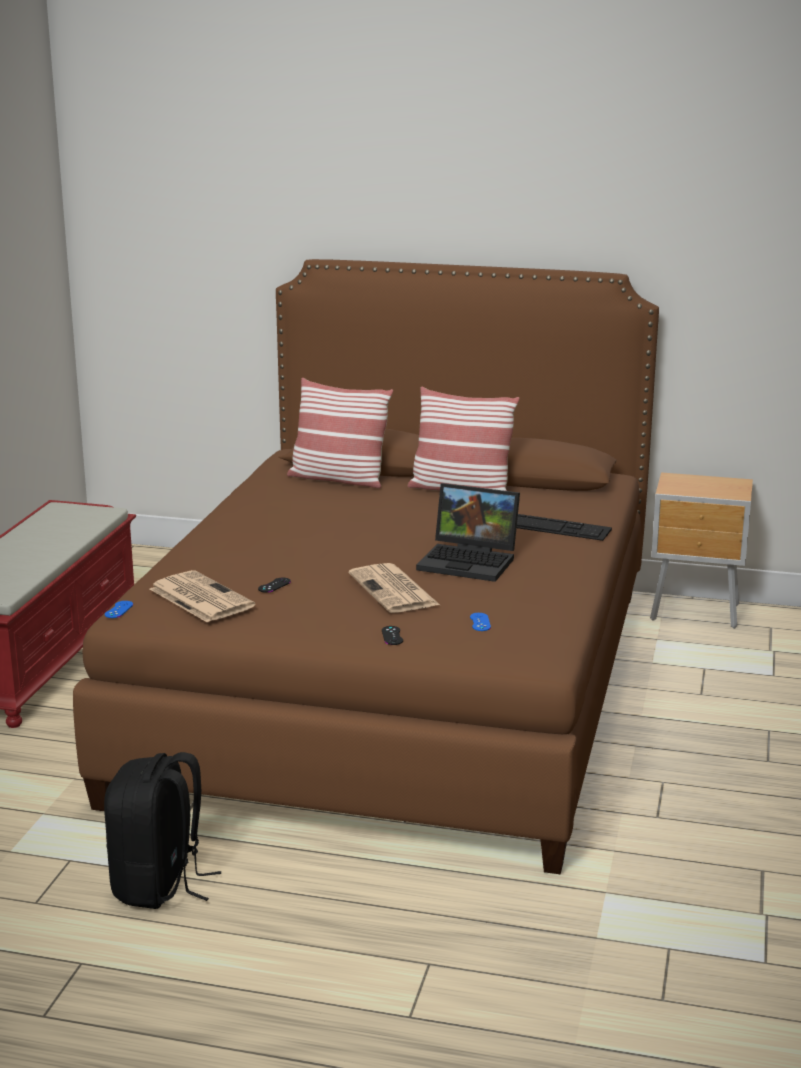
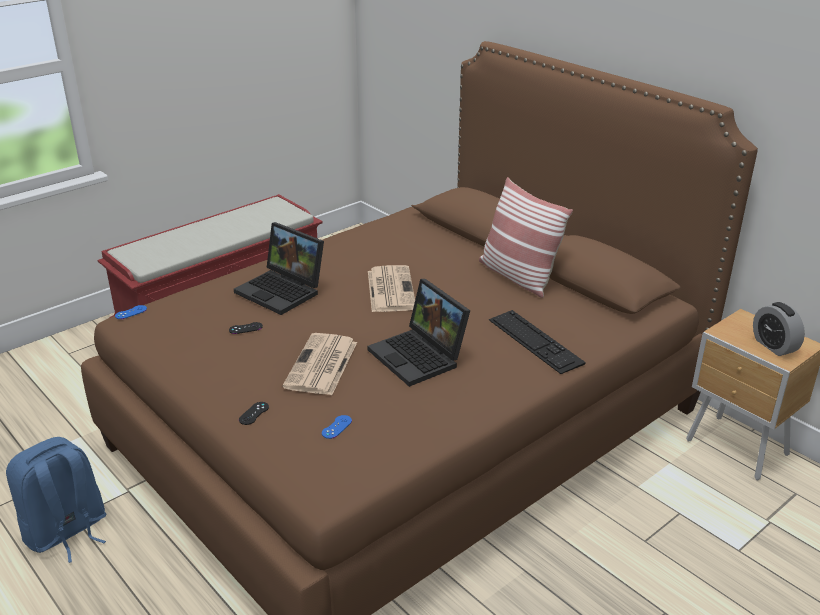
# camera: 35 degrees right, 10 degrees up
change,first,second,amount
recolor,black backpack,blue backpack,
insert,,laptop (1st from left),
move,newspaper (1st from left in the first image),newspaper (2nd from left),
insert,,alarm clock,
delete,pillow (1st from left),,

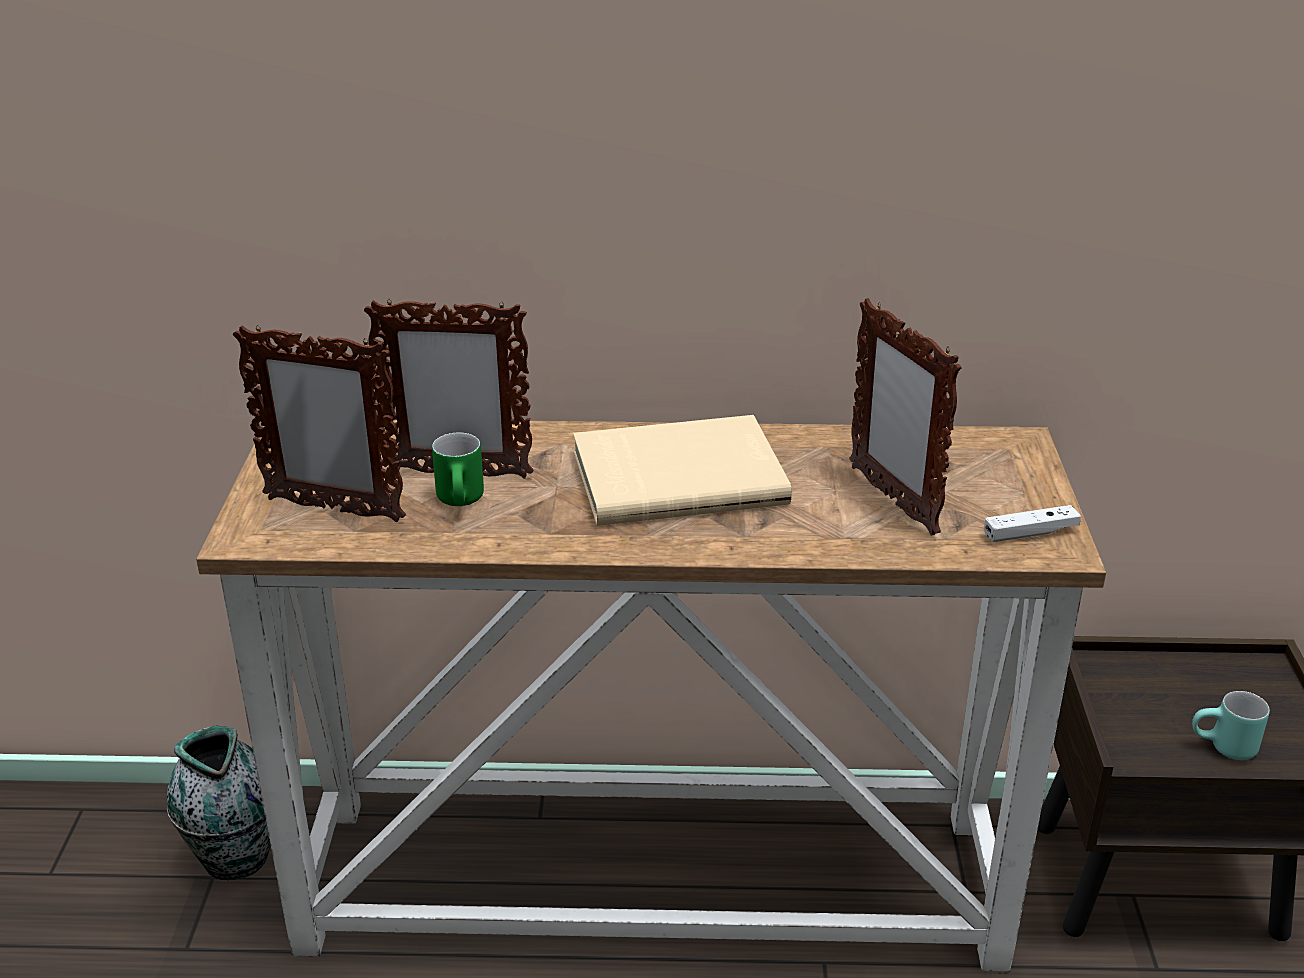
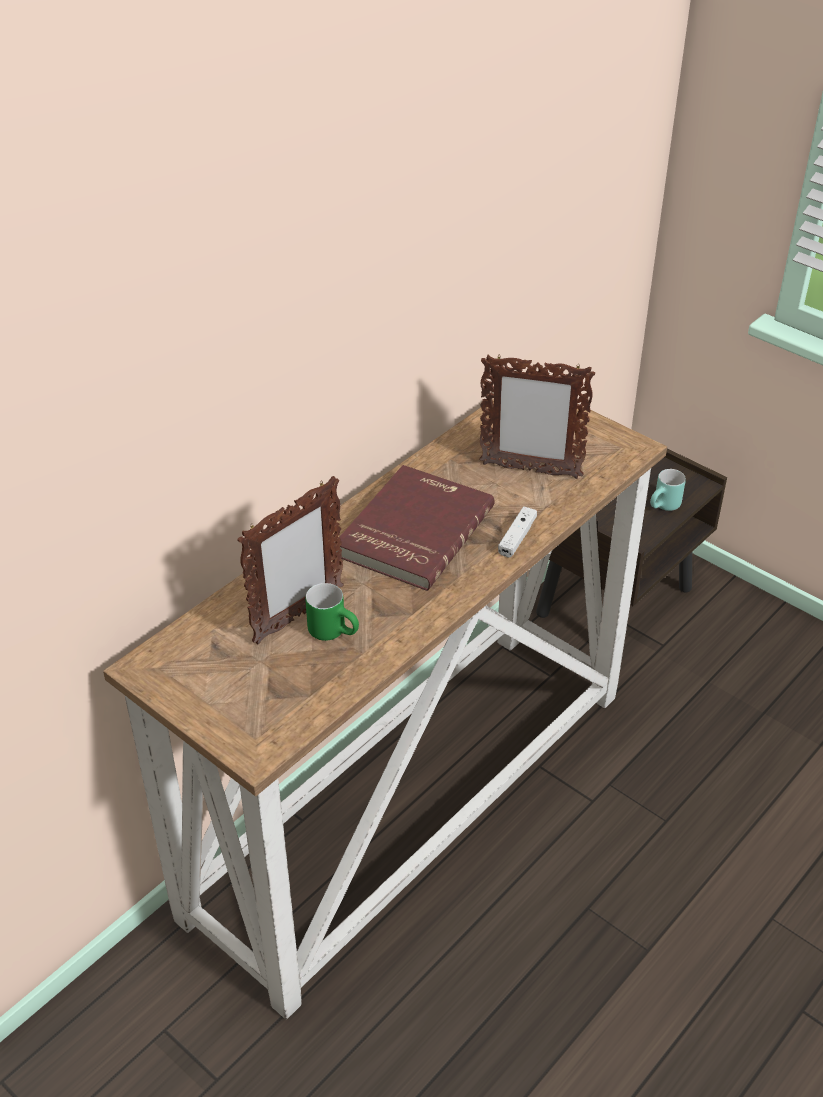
# camera: 50 degrees left, 10 degrees up
change,first,second,amount
recolor,beige book,red book,
move,white game controller,,
delete,vase,,
delete,picture frame (1st from left),,

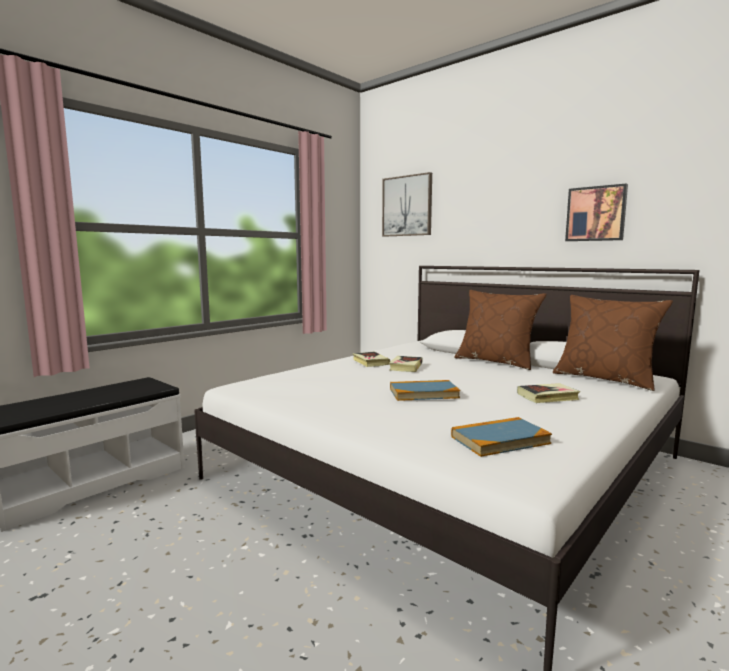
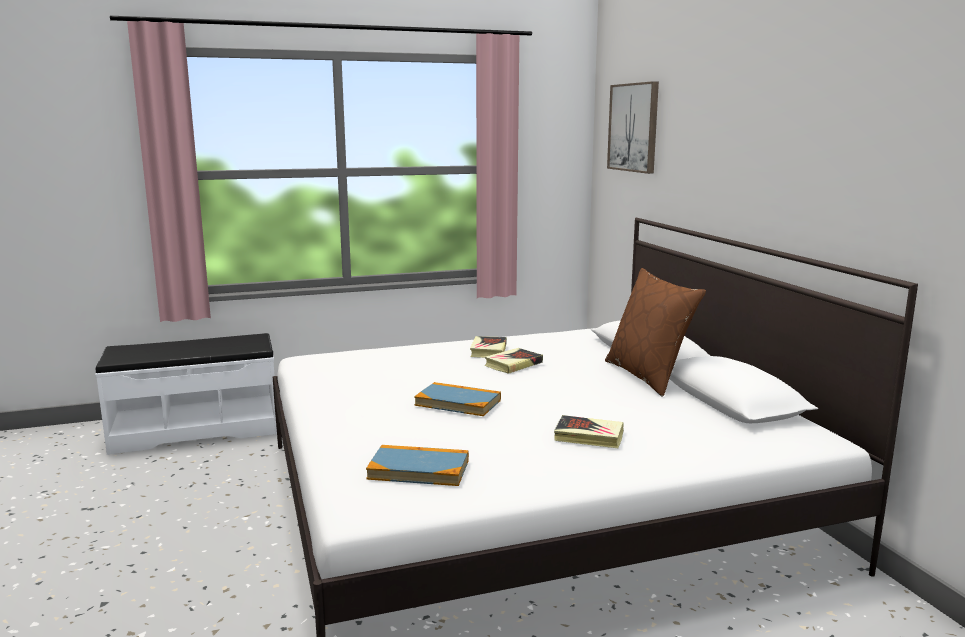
# camera: 30 degrees right, 5 degrees up
change,first,second,amount
delete,brown pillow (2nd from left),,
delete,picture (2nd from left),,

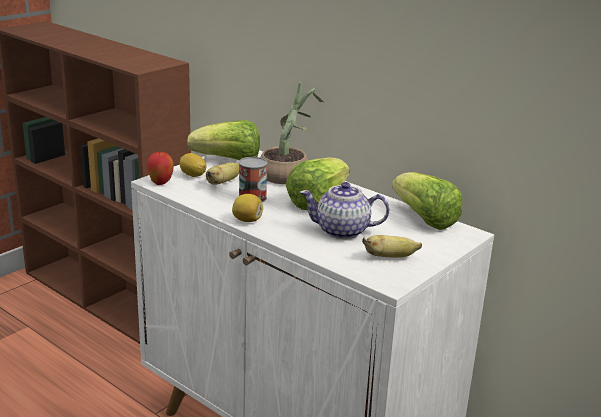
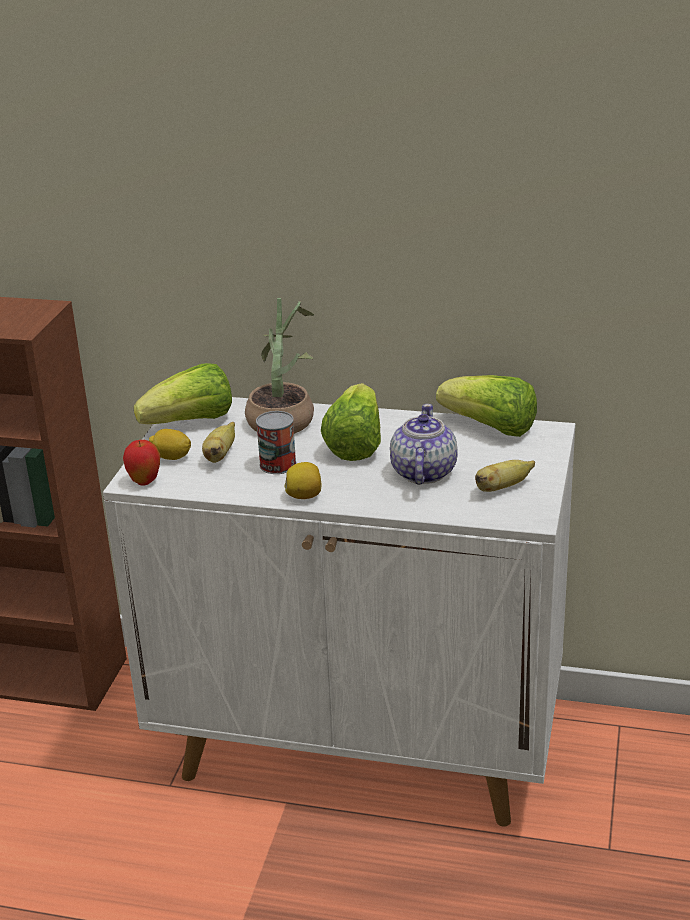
# camera: 25 degrees left, 5 degrees up
change,first,second,amount
rotate,teapot,,120 degrees clockwise

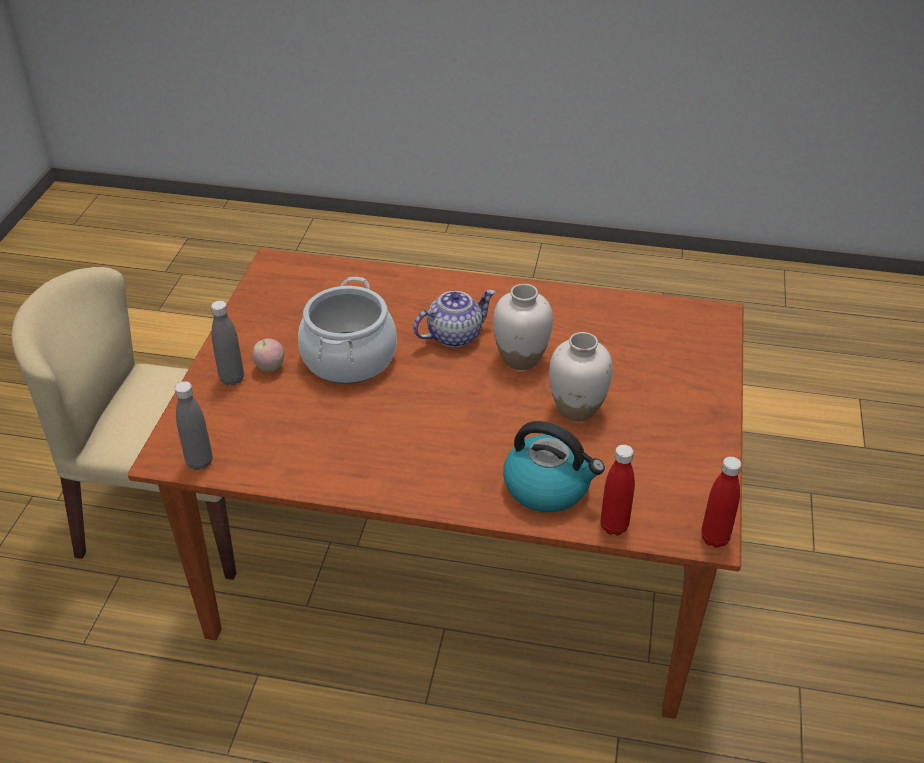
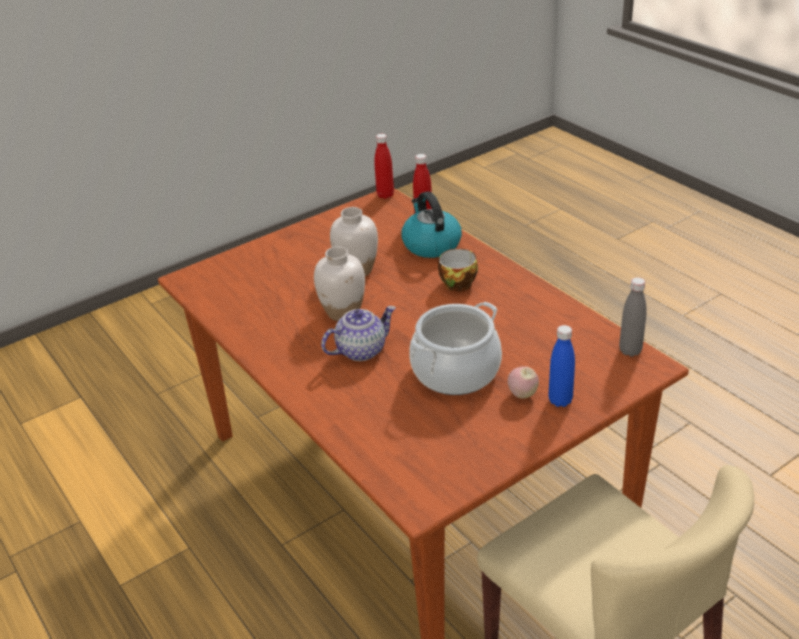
# camera: 135 degrees left, 5 degrees down
change,first,second,amount
rotate,teapot,,135 degrees clockwise
insert,,cup,
recolor,grey bottle (2nd from left),blue bottle,

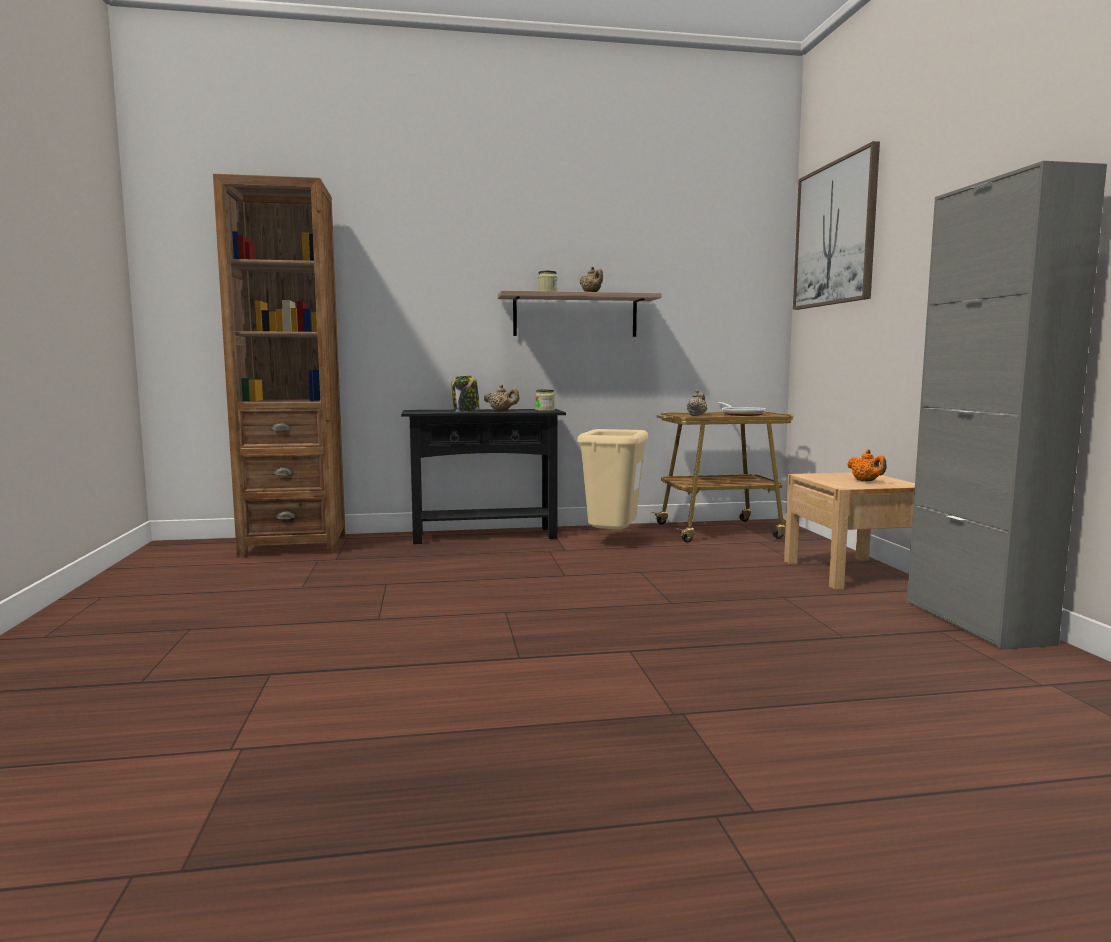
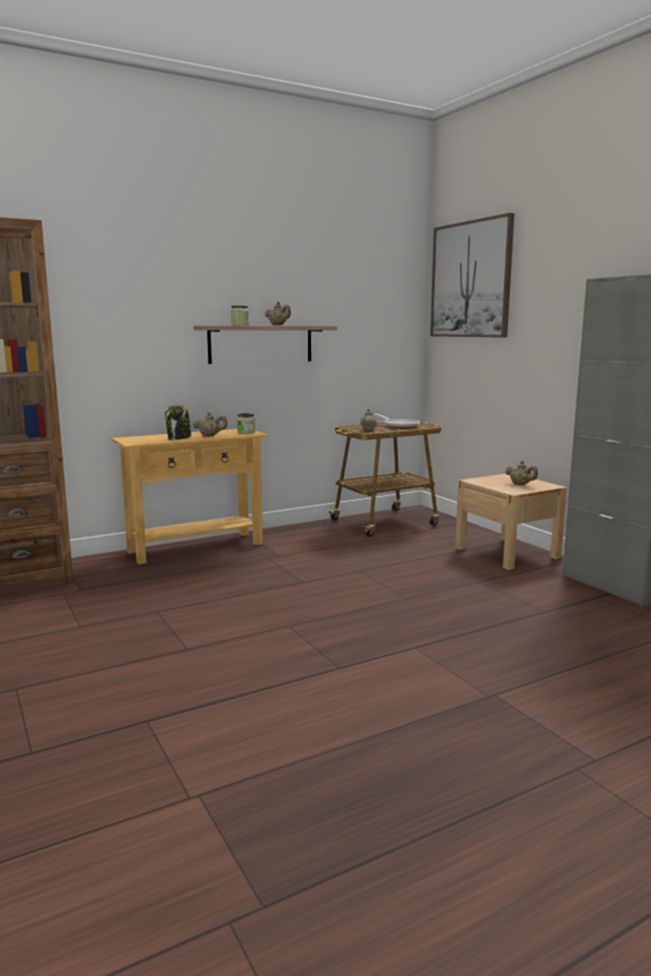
# camera: 20 degrees left, 5 degrees up
change,first,second,amount
recolor,black console table,beige console table,
recolor,orange teapot,beige teapot (4th from left),
delete,beige trash can,,

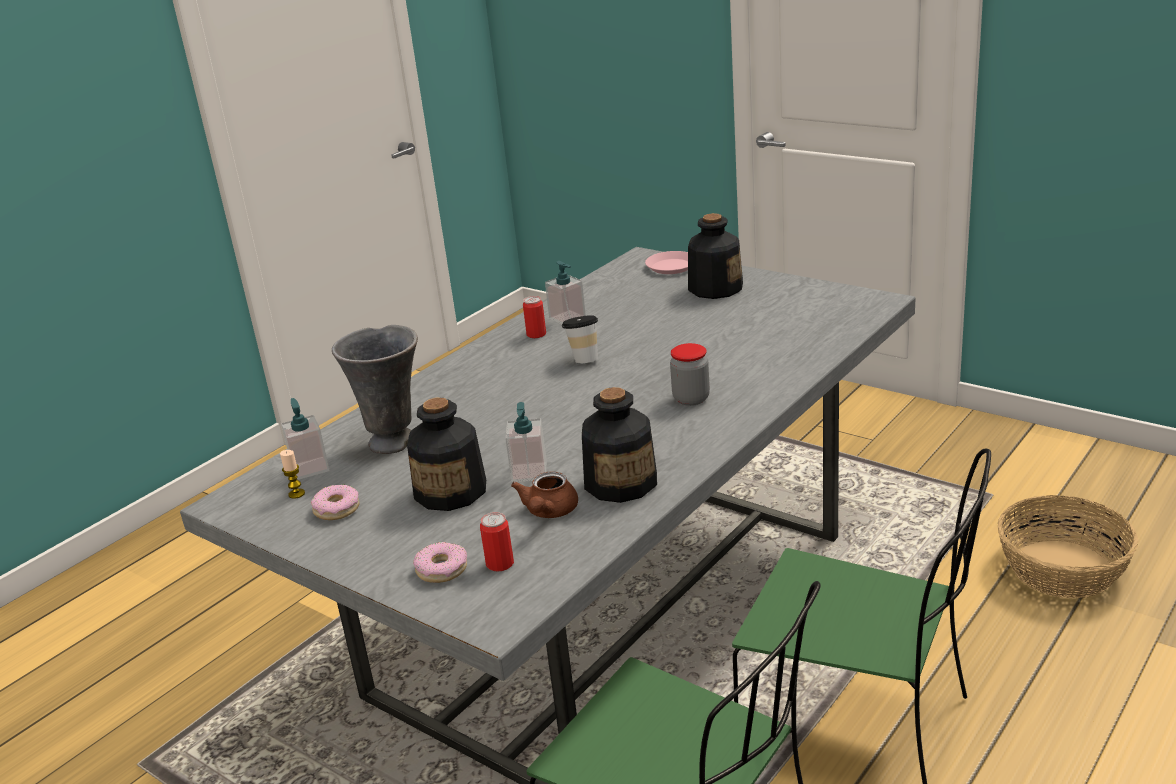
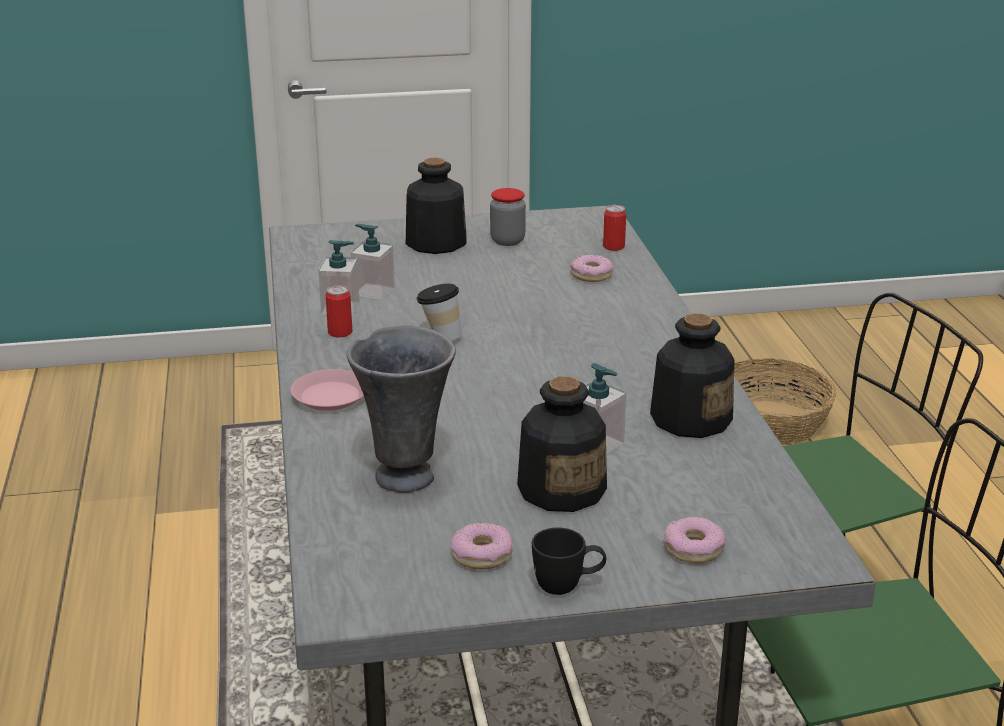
# camera: 50 degrees left, 0 degrees up
change,first,second,amount
move,pink plate,,
move,soap dispenser (1st from left in the first image),soap dispenser (2nd from left),
move,jar,,
insert,,black mug,
insert,,donut (2nd from left),
move,can (1st from left in the first image),can (2nd from left),
delete,candle,,
delete,brown teapot,,

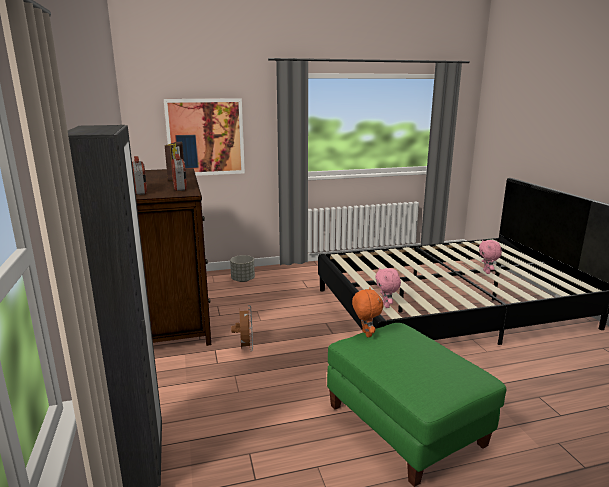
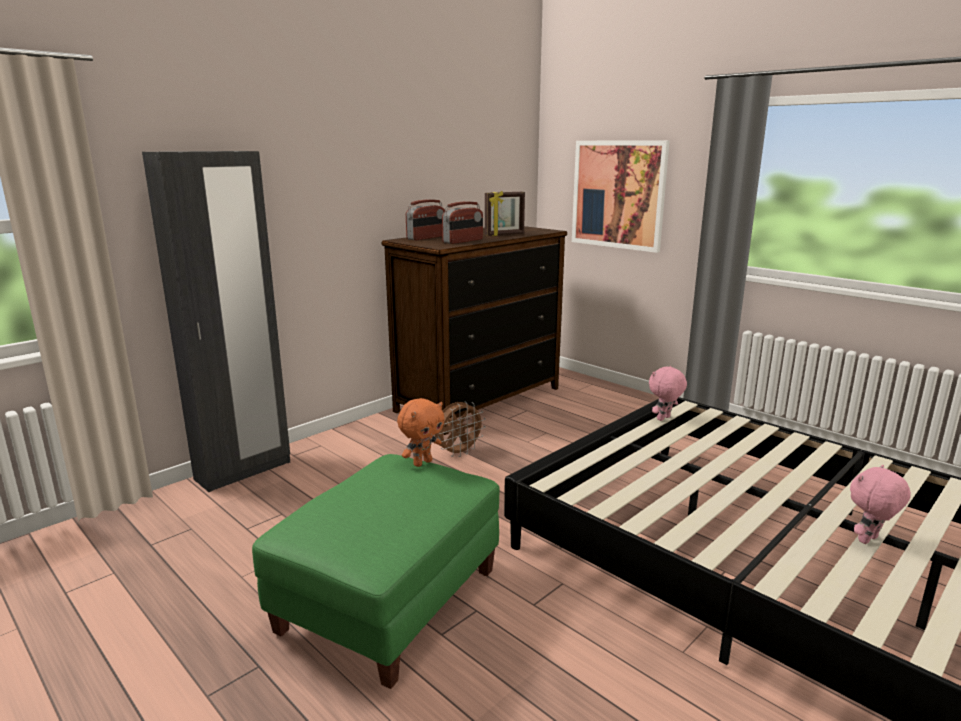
# camera: 60 degrees right, 0 degrees up
change,first,second,amount
move,pink plush toy (1st from left),,
delete,grey planter,,

